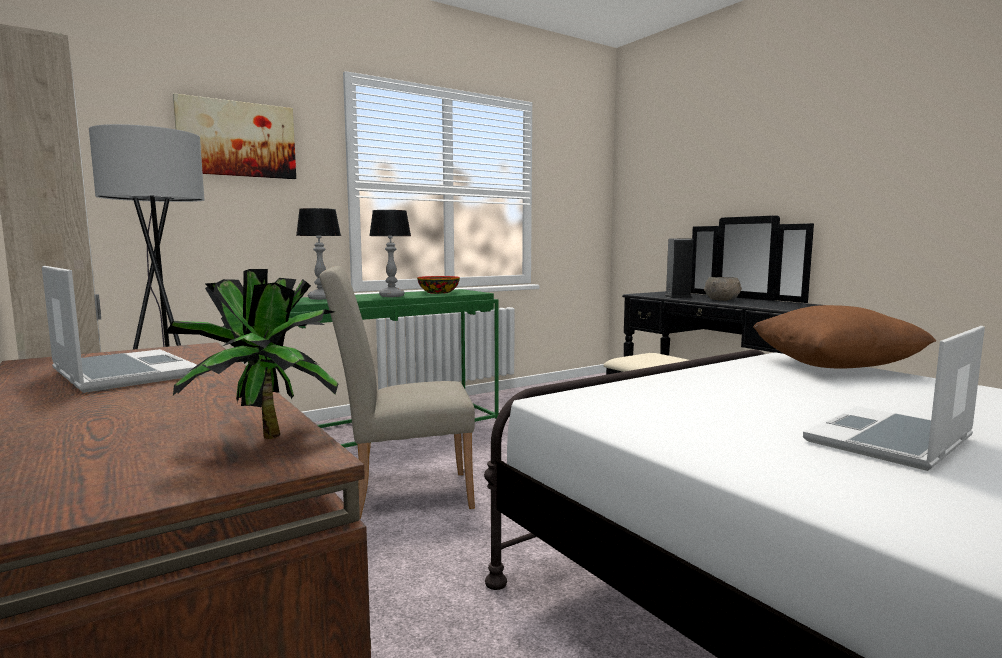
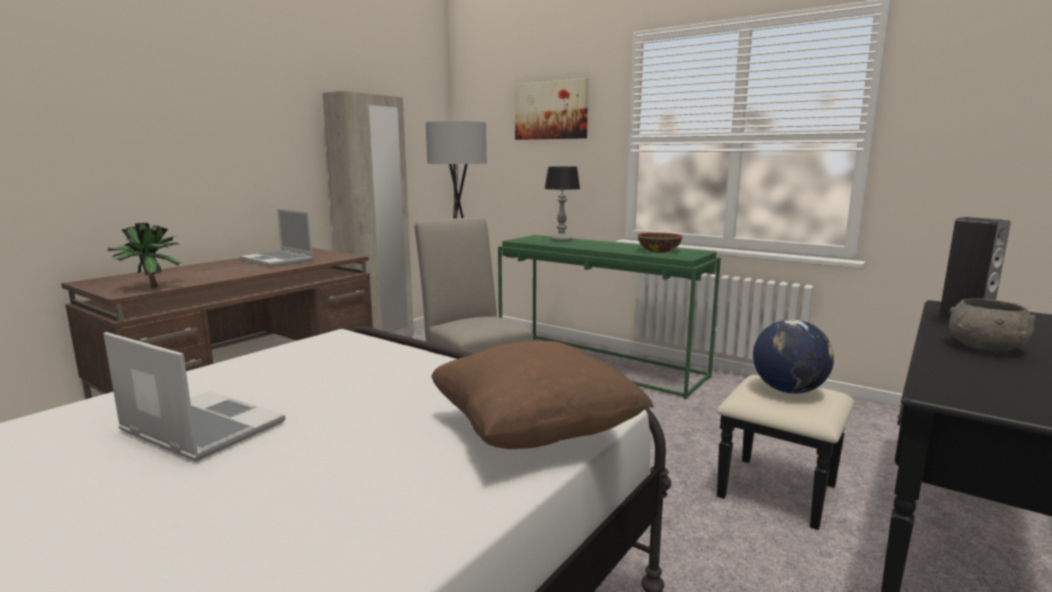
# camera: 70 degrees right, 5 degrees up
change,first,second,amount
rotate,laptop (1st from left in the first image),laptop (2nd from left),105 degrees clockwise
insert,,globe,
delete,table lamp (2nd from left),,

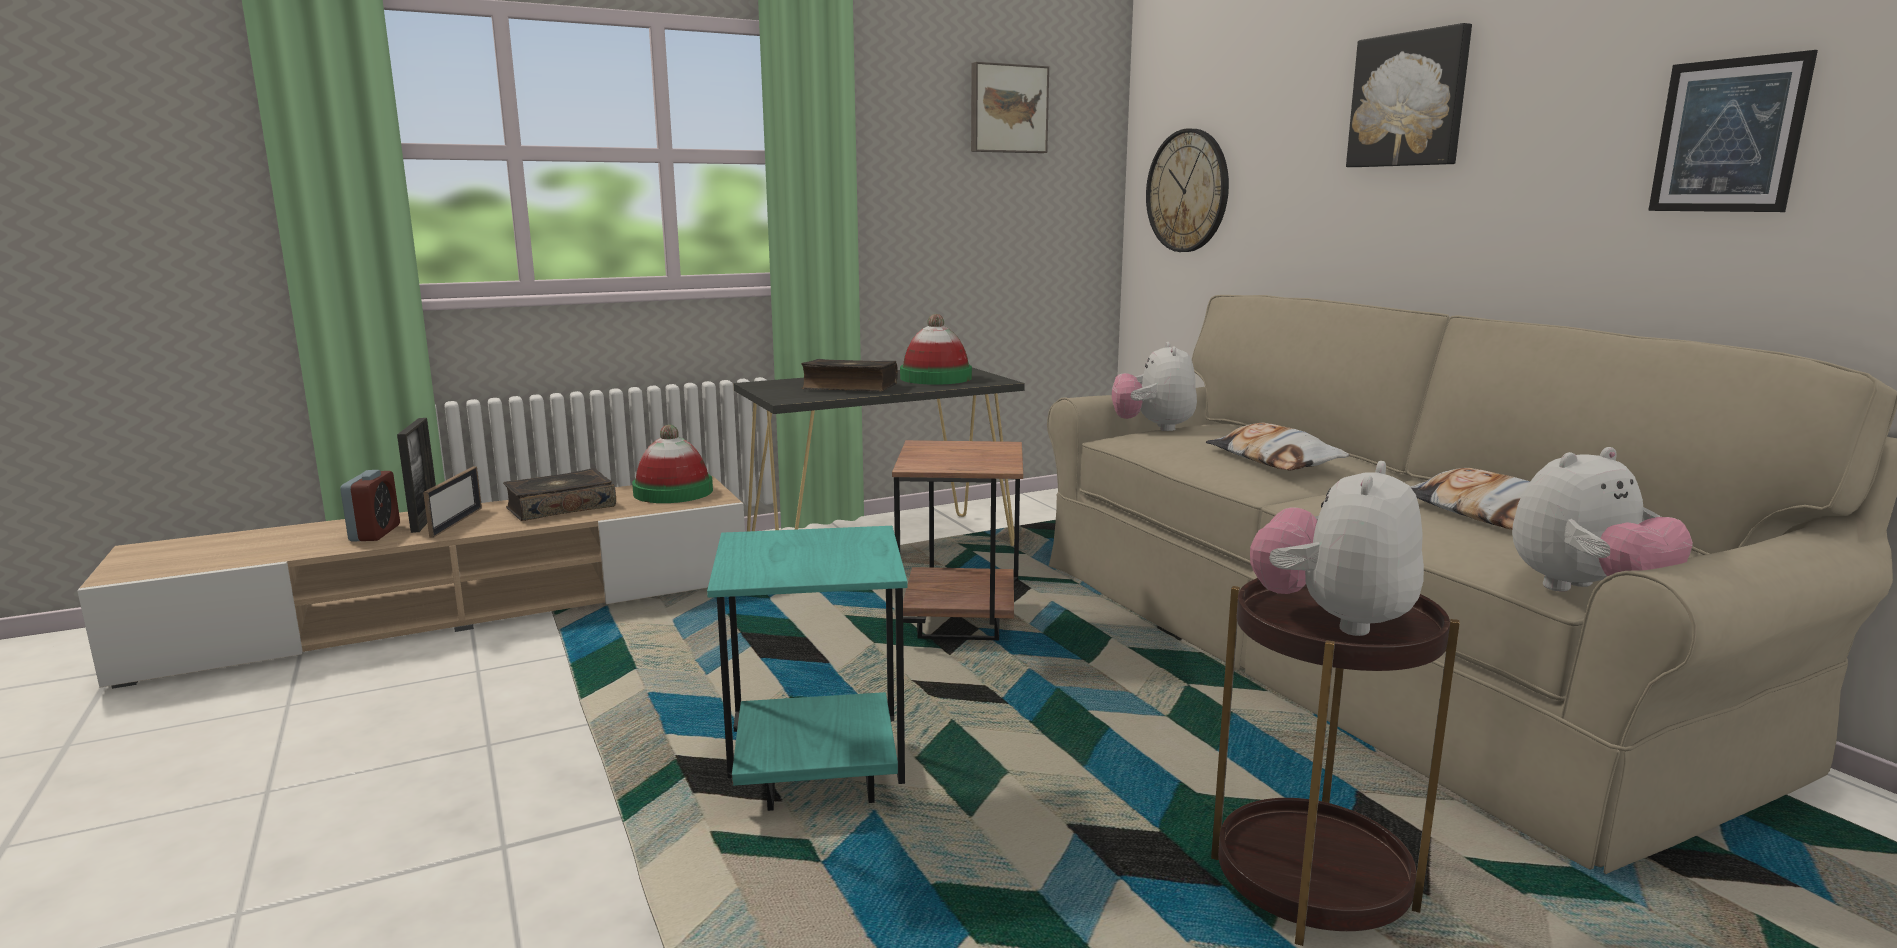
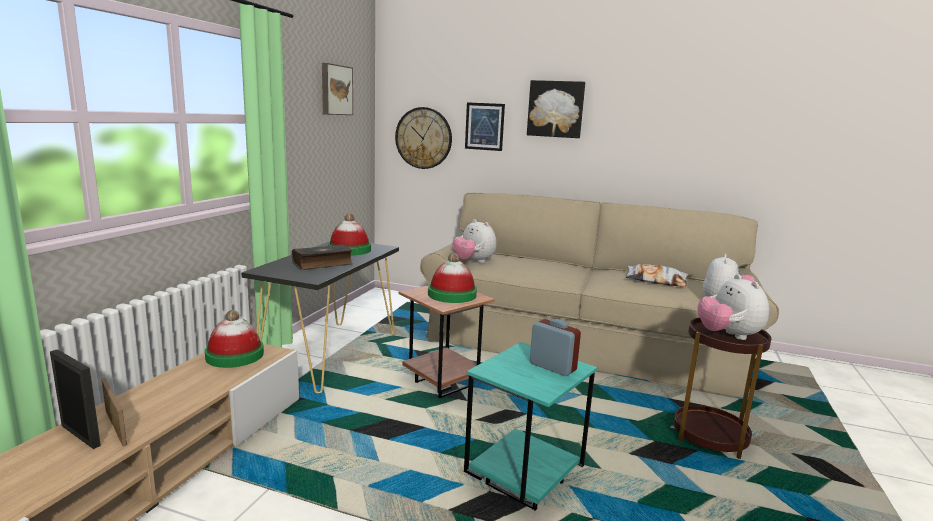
# camera: 45 degrees left, 0 degrees up
change,first,second,amount
insert,,hat (3rd from left),
move,picture (3rd from left in the first image),picture (2nd from left),
move,alarm clock,,
delete,book (1st from left),,
delete,pillow (1st from left),,

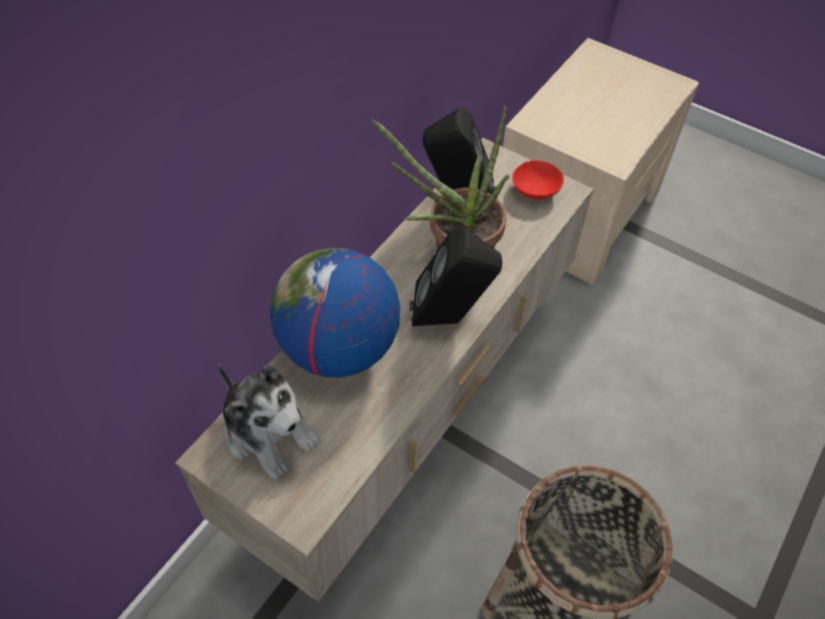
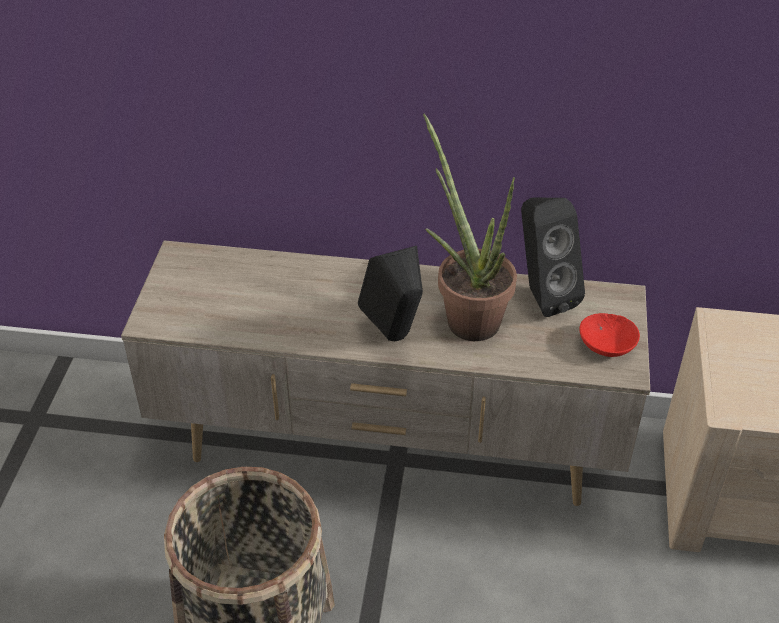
# camera: 65 degrees right, 10 degrees down
change,first,second,amount
delete,plush toy,,
delete,globe,,

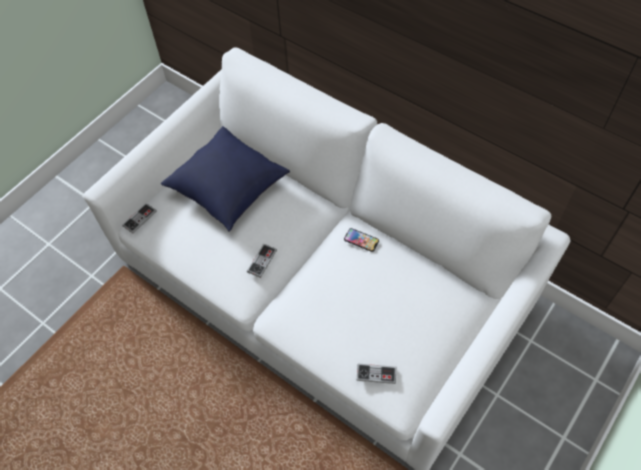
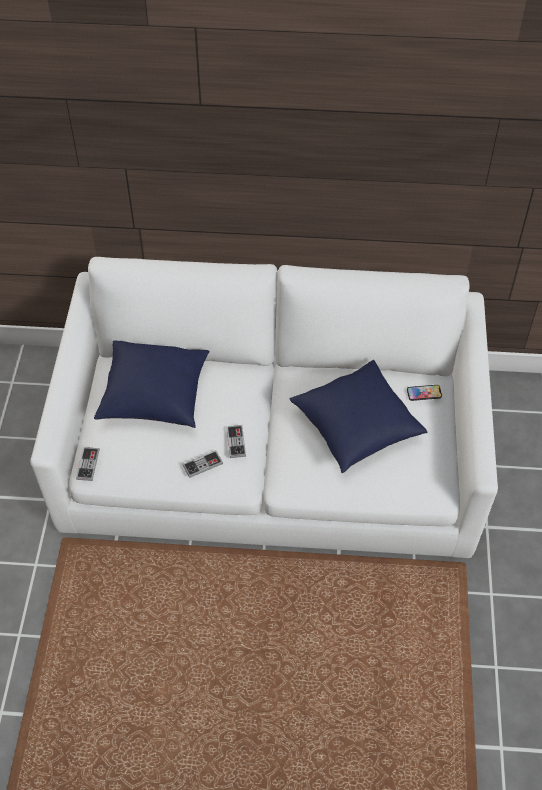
# camera: 35 degrees left, 5 degrees down
change,first,second,amount
move,game controller (3rd from left in the first image),game controller (2nd from left),
insert,,blue pillow (2nd from left),
move,phone,,

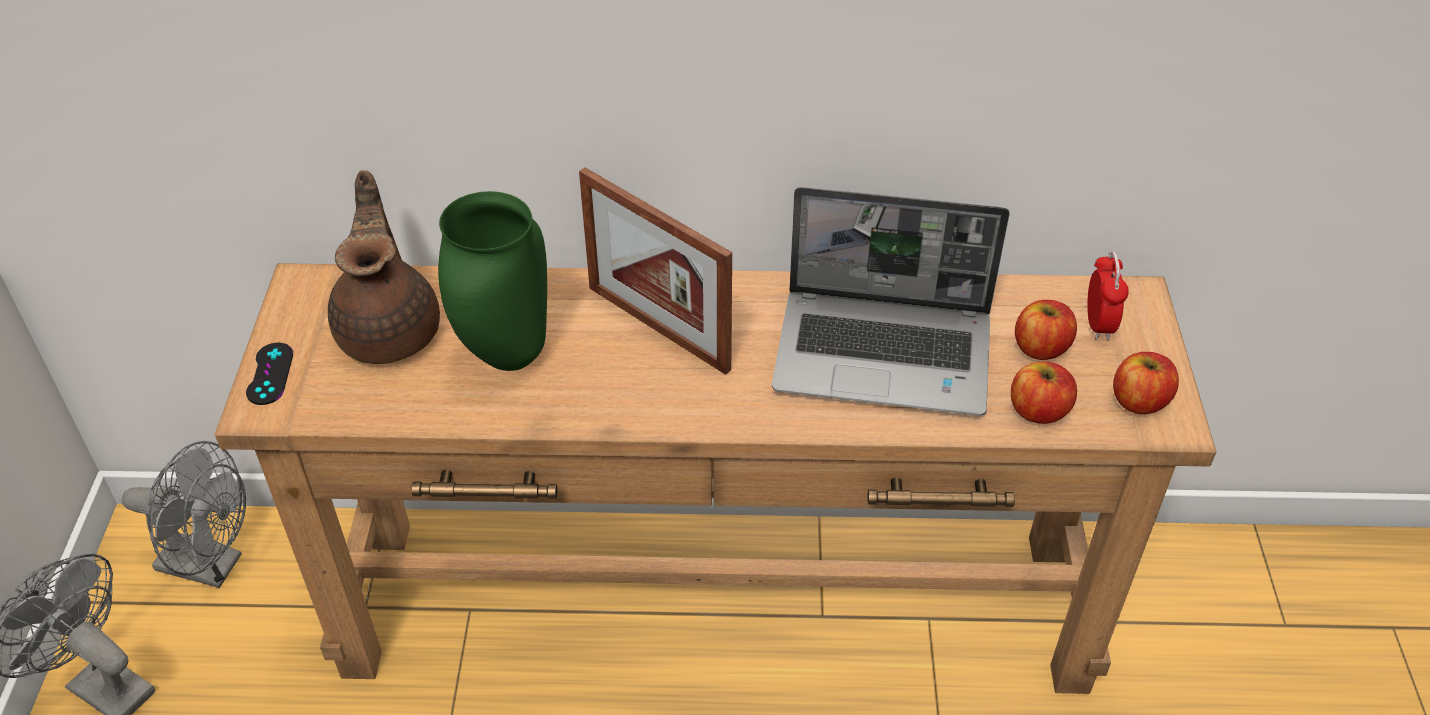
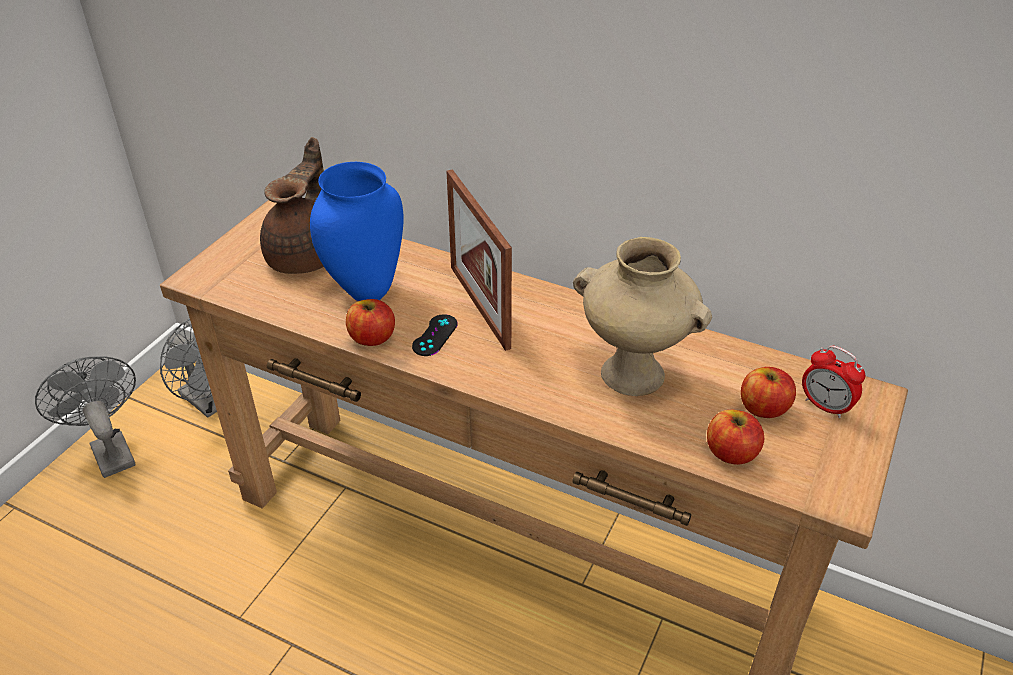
# camera: 25 degrees right, 5 degrees down
change,first,second,amount
recolor,green vase,blue vase,
move,apple (3rd from left in the first image),apple (1st from left),
move,black game controller,,
replace,laptop,beige vase,
rotate,alarm clock,,105 degrees clockwise

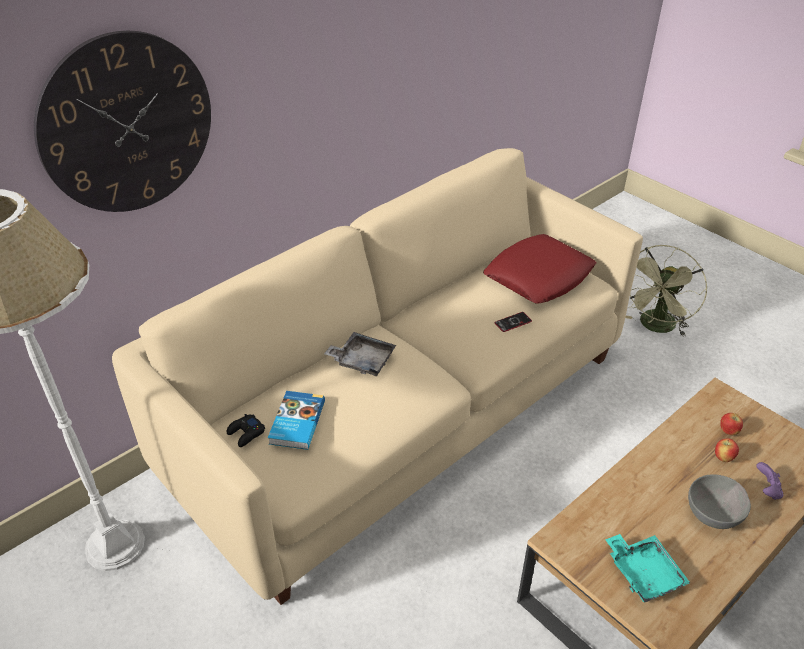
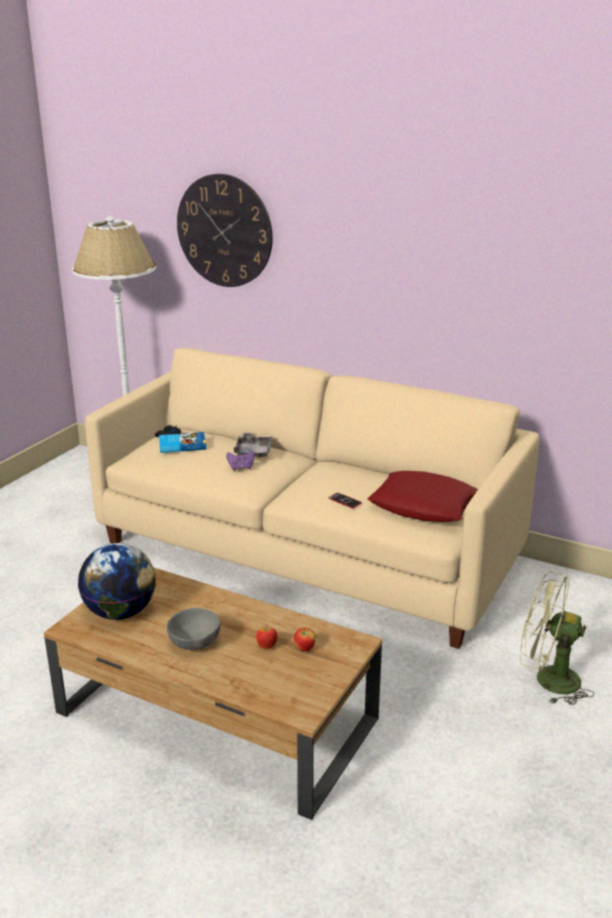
# camera: 70 degrees right, 15 degrees down
change,first,second,amount
replace,turquoise tray,globe,
move,purple game controller,,

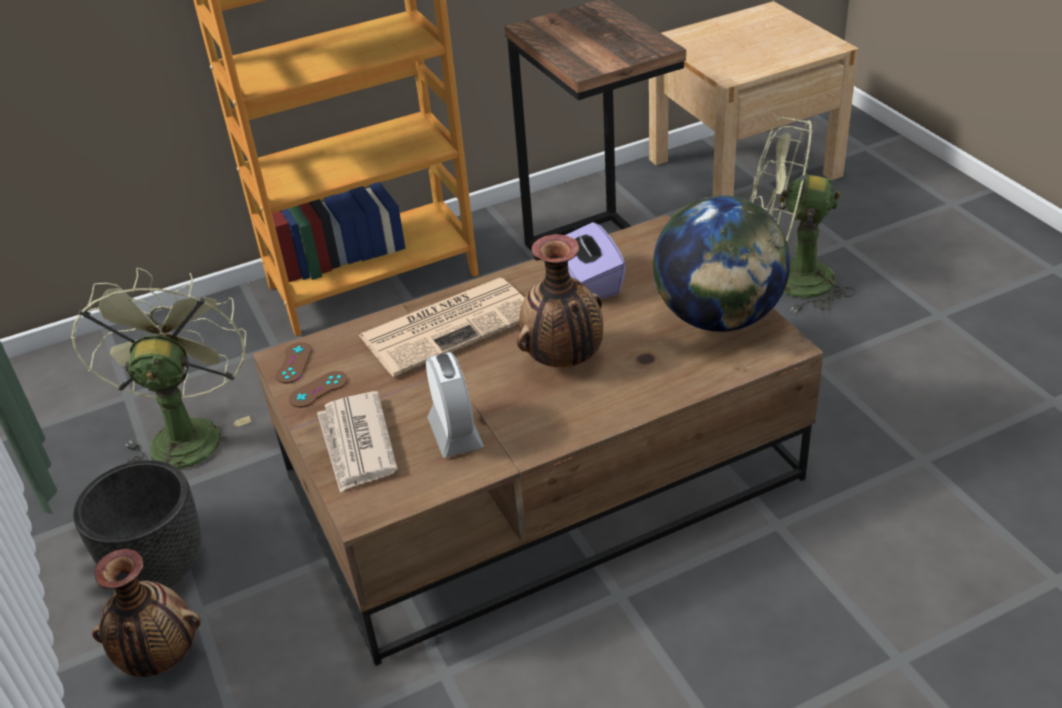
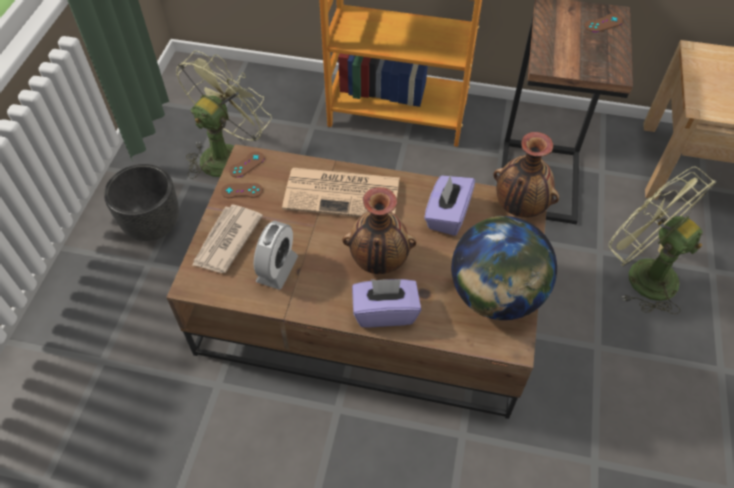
# camera: 35 degrees right, 15 degrees up
change,first,second,amount
insert,,purple tissue box (1st from left),
move,vase (1st from left in the first image),vase (2nd from left),
insert,,brown game controller (3rd from left),

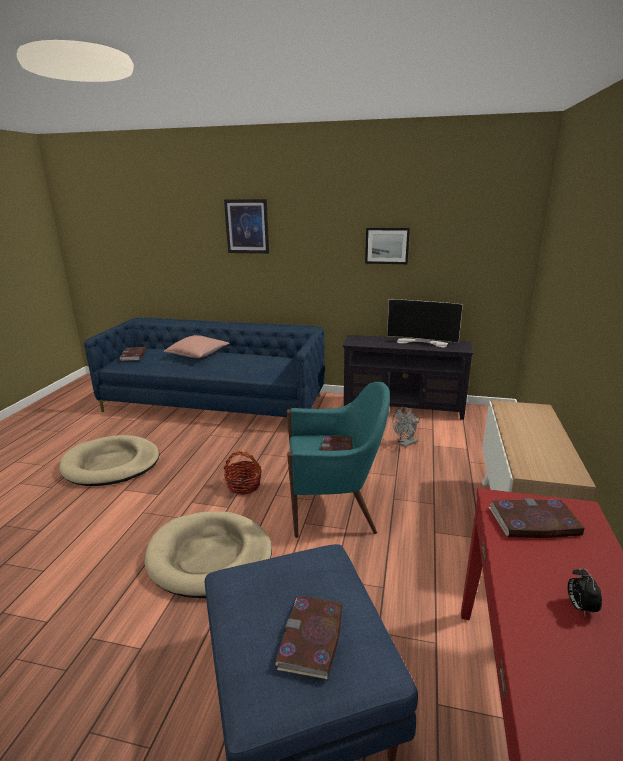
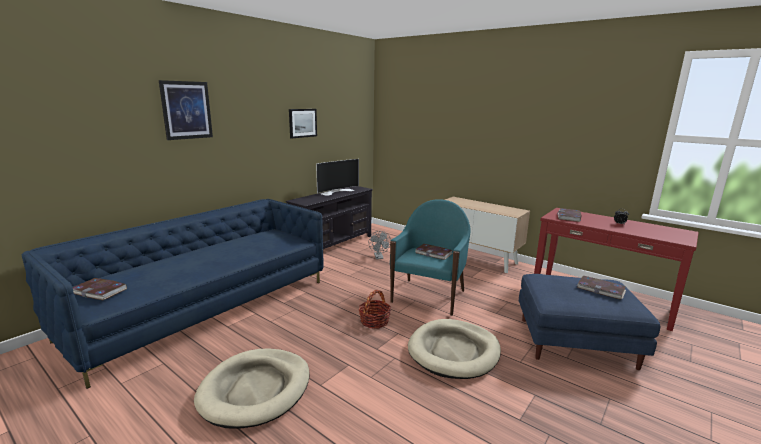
# camera: 65 degrees left, 5 degrees down
change,first,second,amount
delete,pink pillow,,

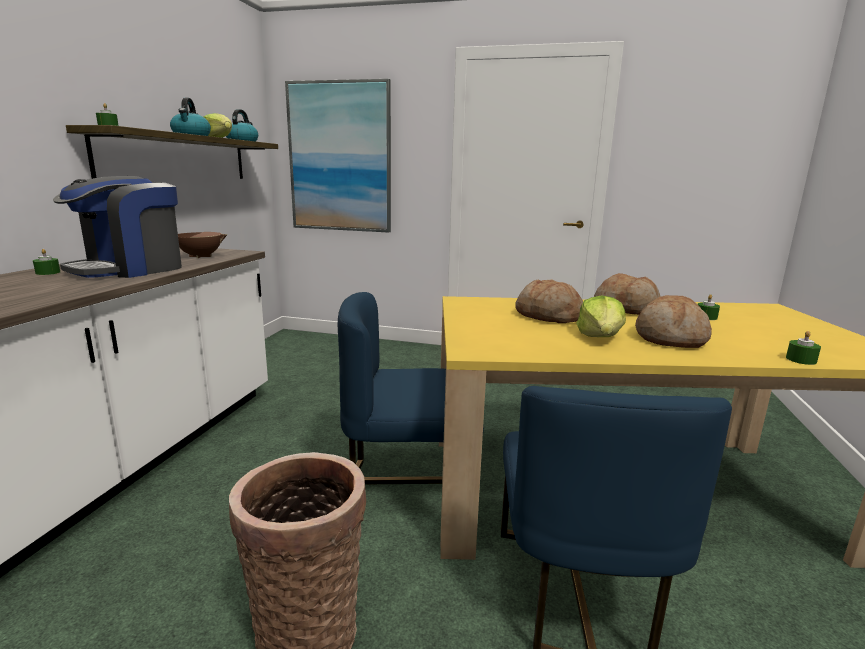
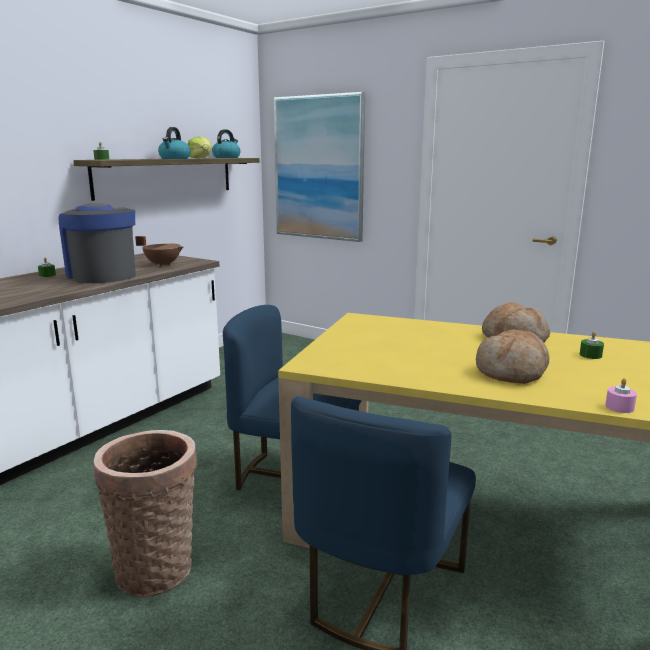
# camera: 20 degrees right, 0 degrees up
change,first,second,amount
rotate,coffee machine,,90 degrees clockwise
recolor,green candle (4th from left),pink candle,
delete,bread (1st from left),,
delete,lettuce (2nd from left),,

